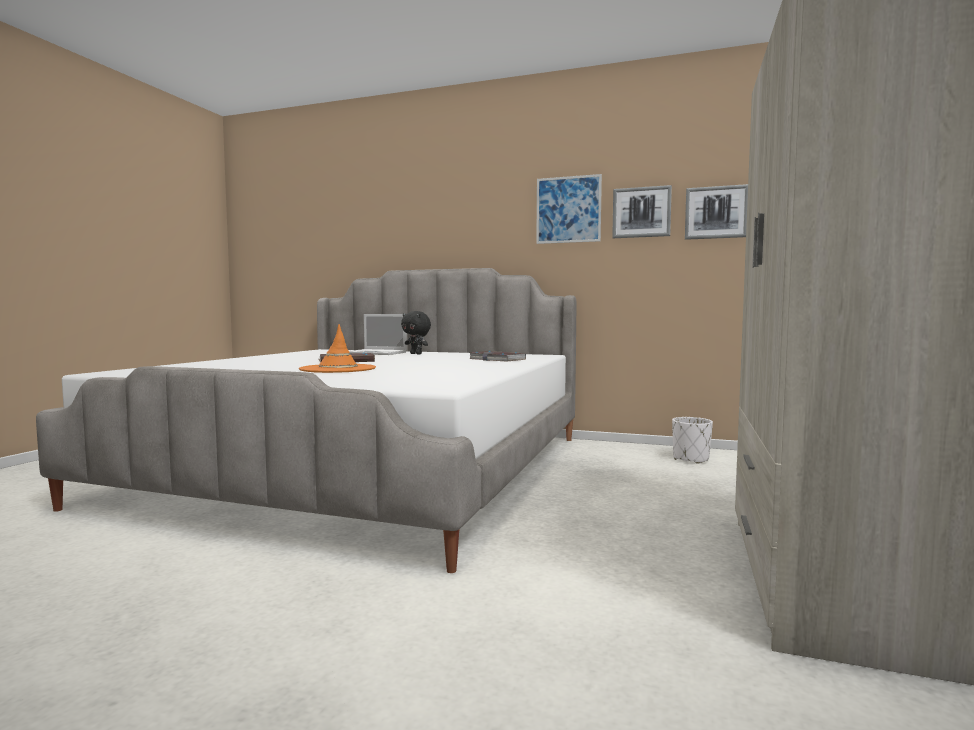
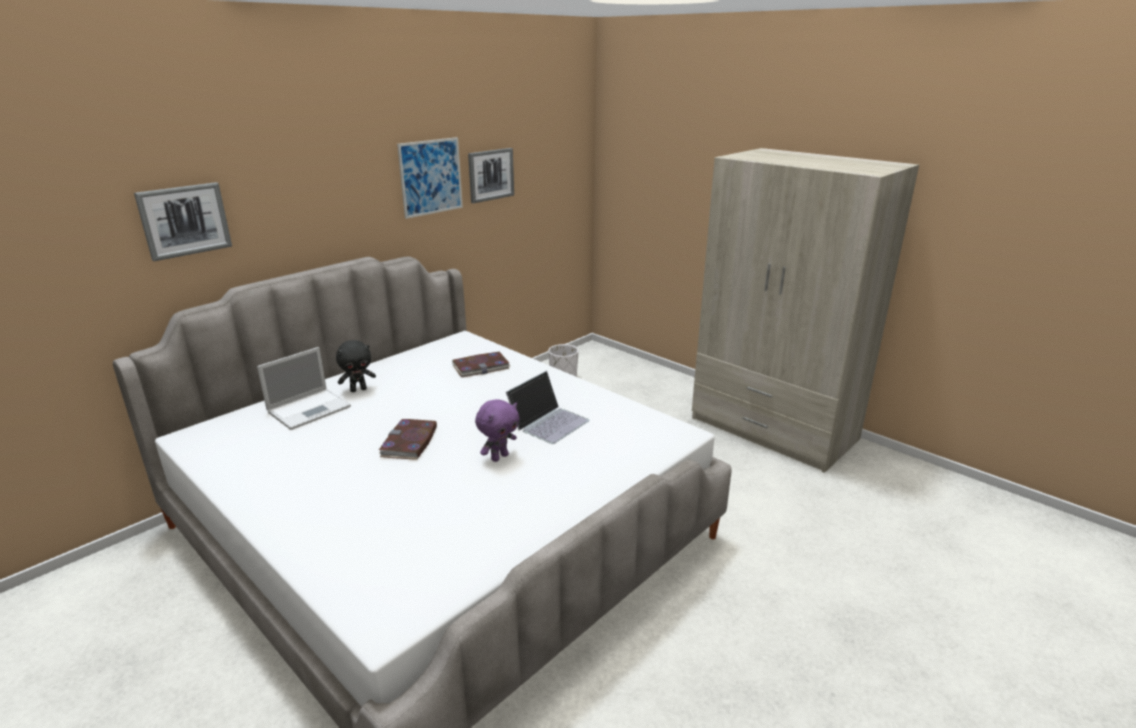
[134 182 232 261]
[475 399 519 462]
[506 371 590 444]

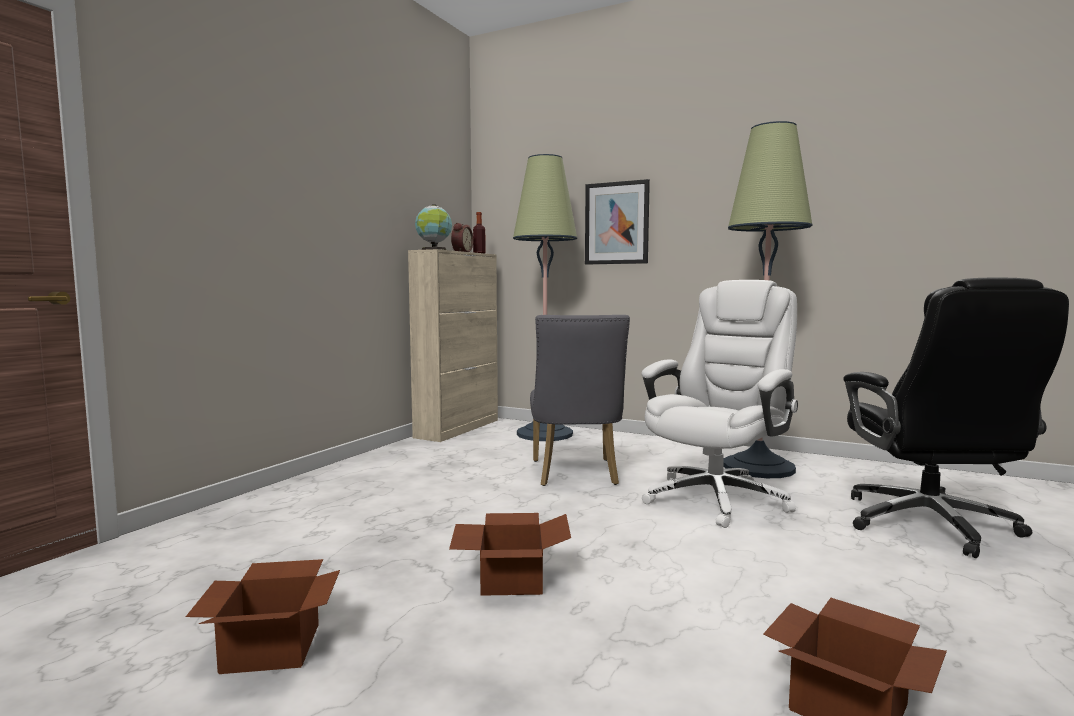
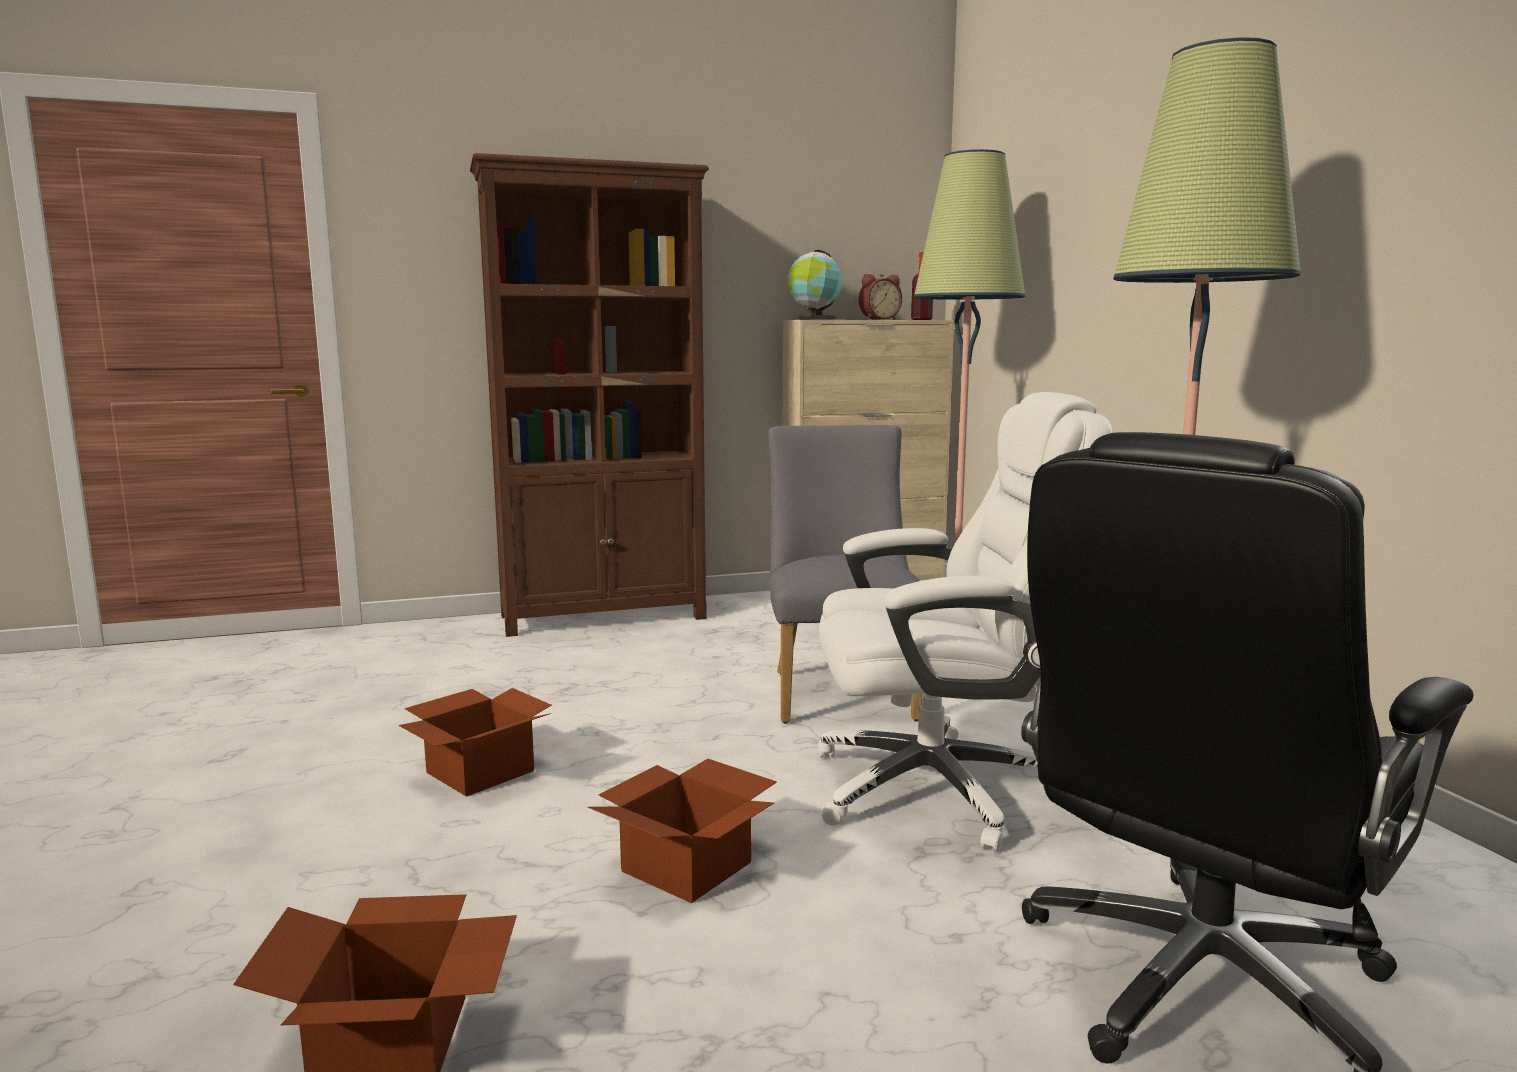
[585 179 650 264] (first image)
[768 425 922 723]
[588 759 777 903]
[470 153 709 637]

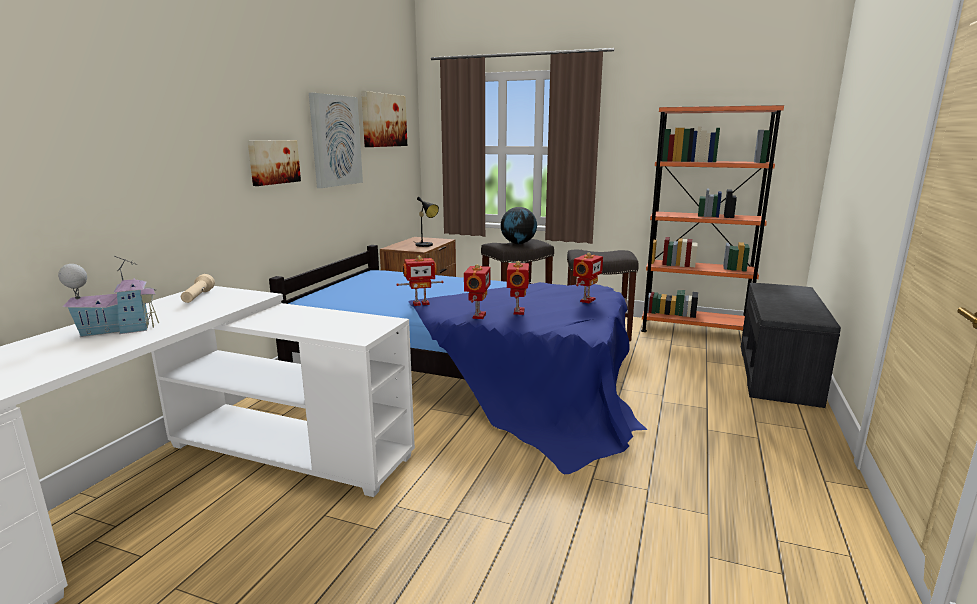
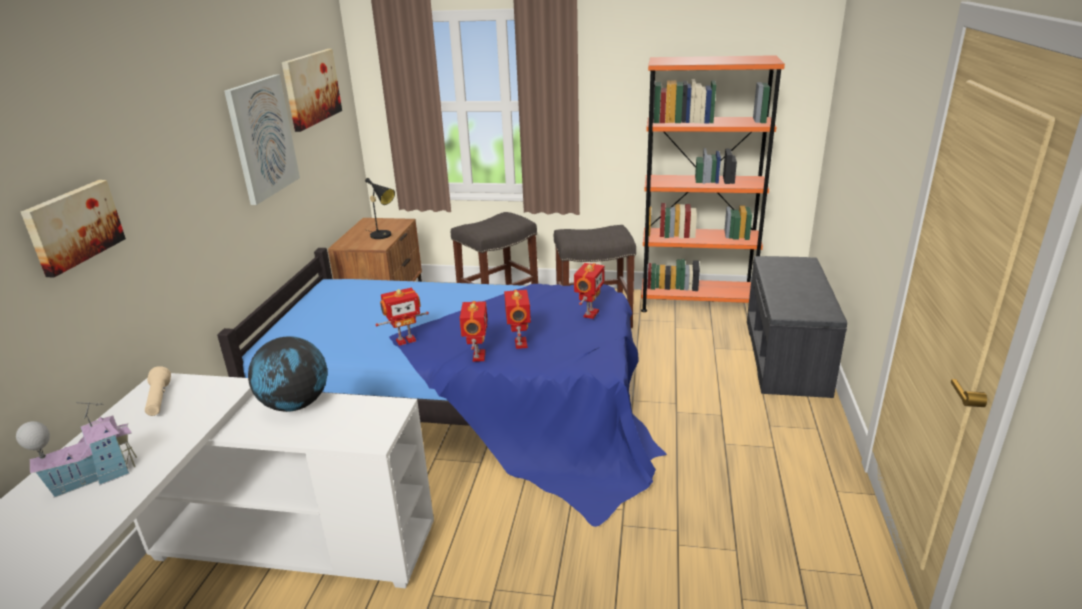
[21 180 126 277]
[248 336 328 412]

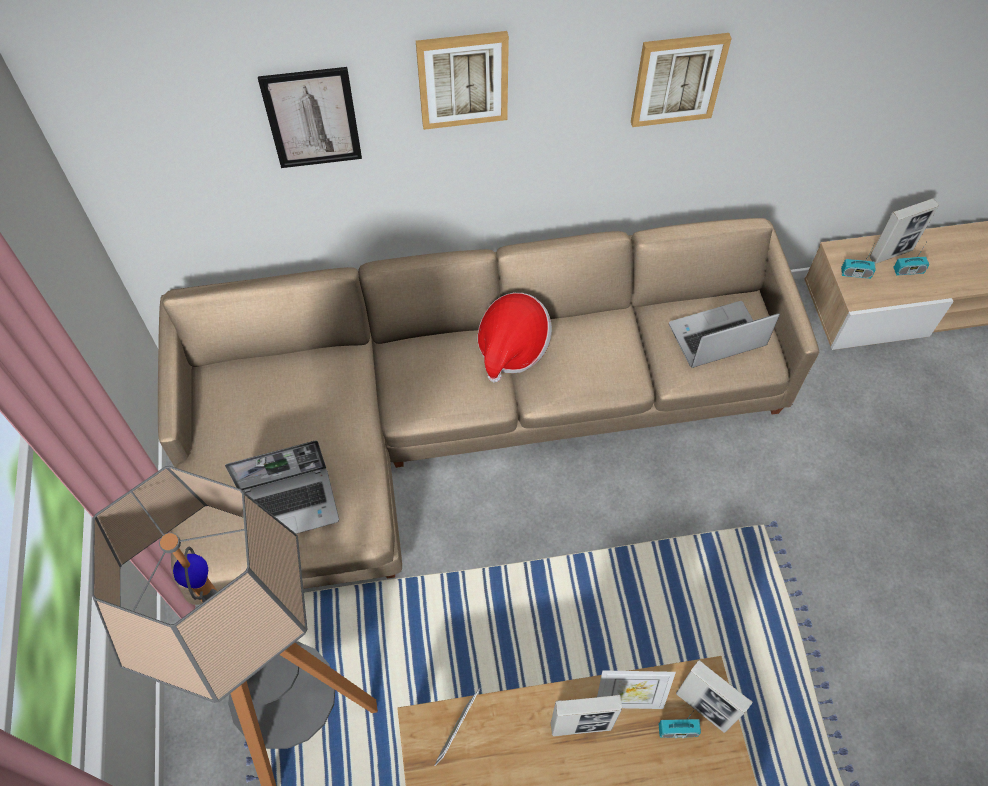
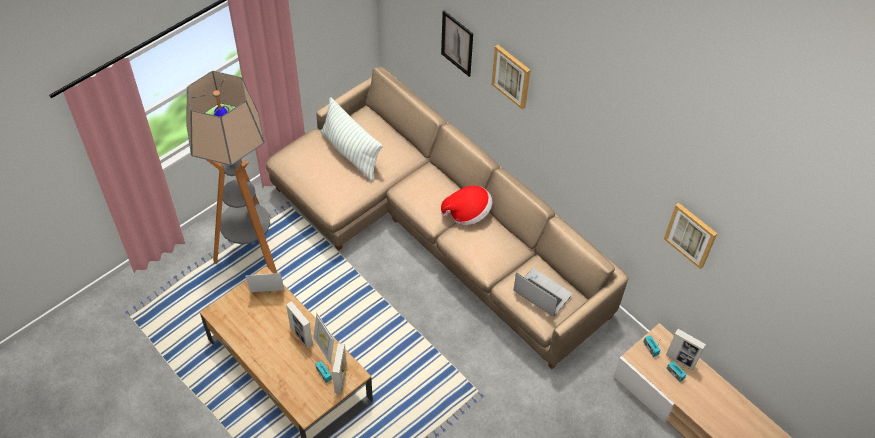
[664 203 717 269]
[225 441 339 534] (first image)
[321 97 383 181]

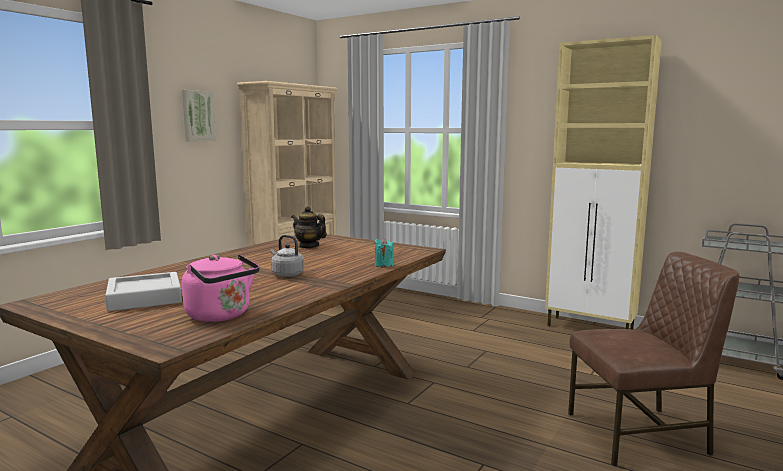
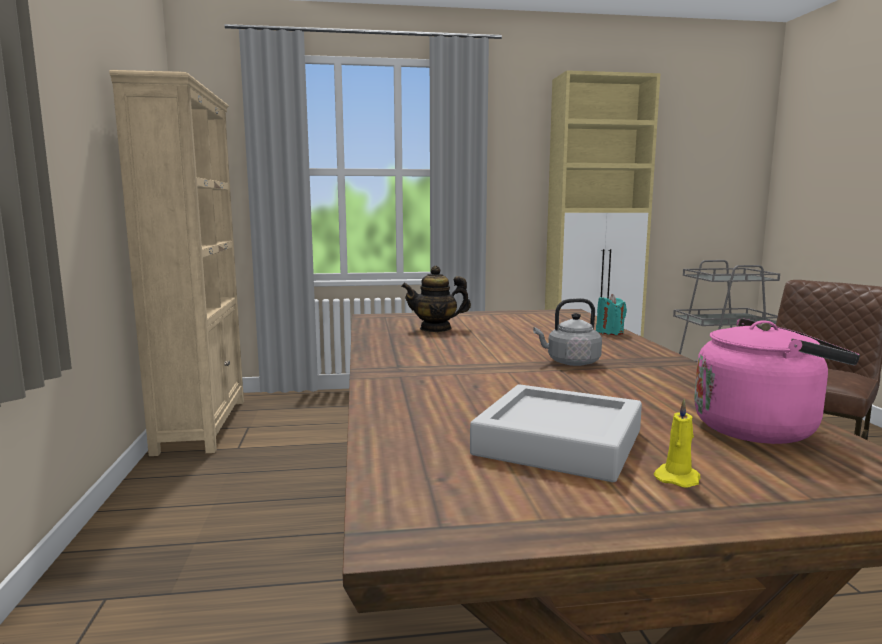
[182 90 216 142] (first image)
[654 399 700 488]

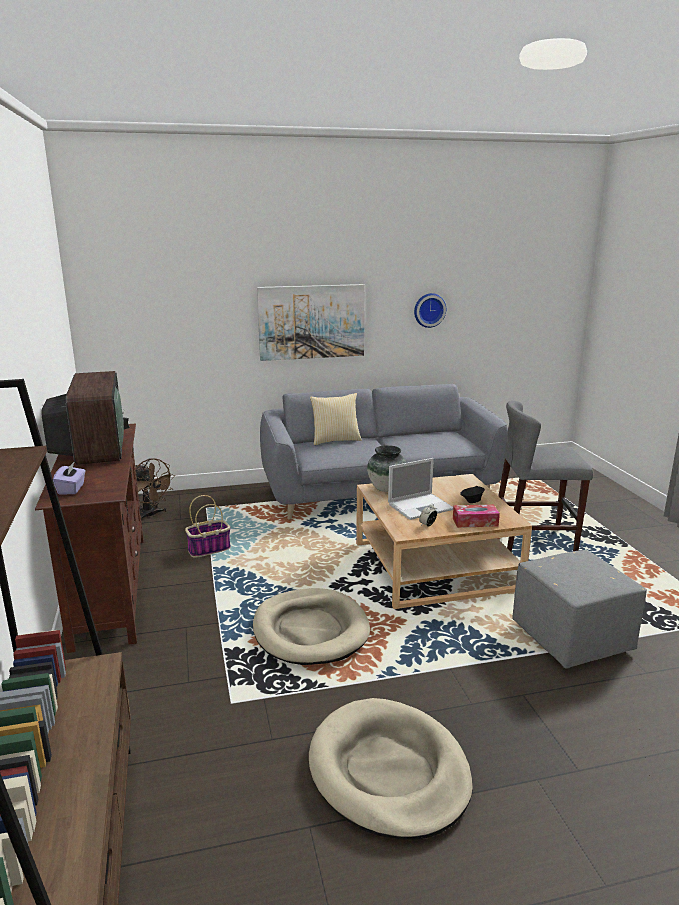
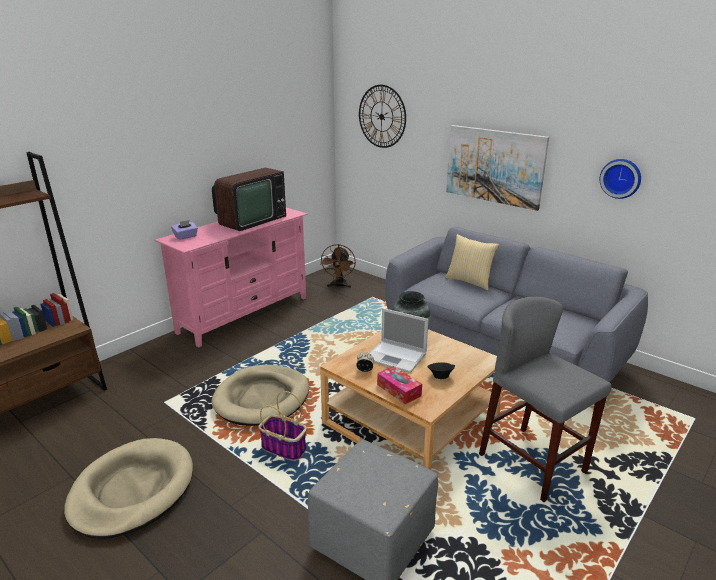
[154 208 307 347]
[258 391 307 461]
[359 85 406 148]

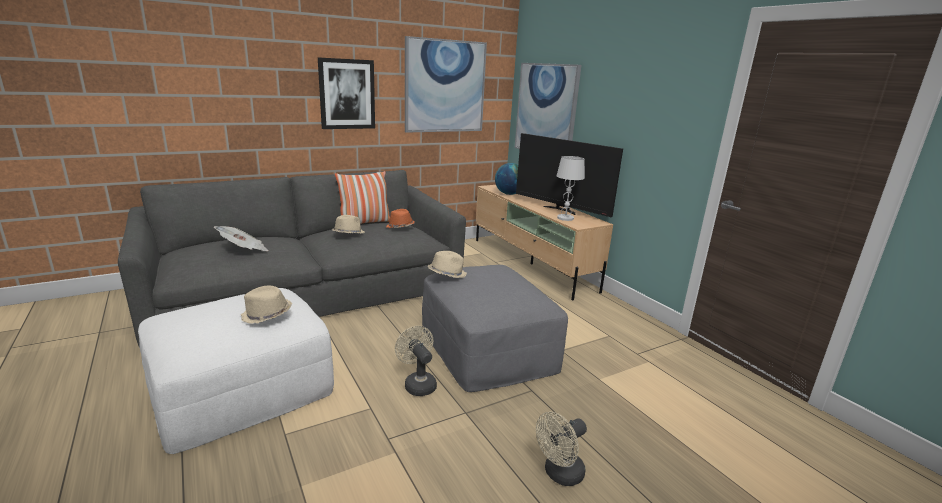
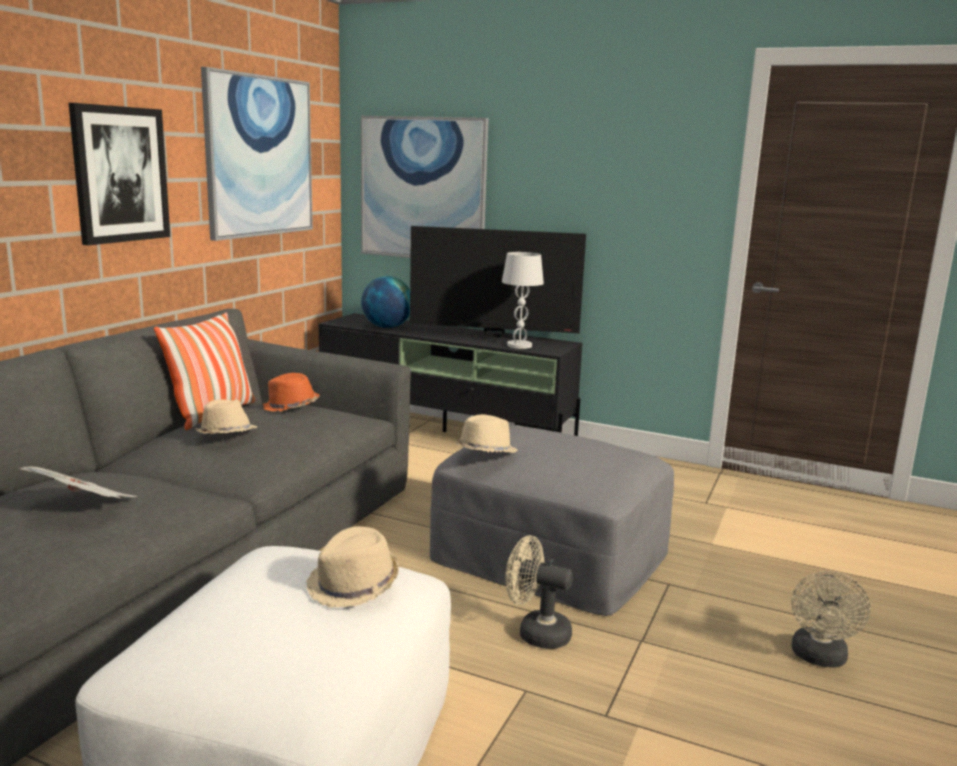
[319 313 582 436]

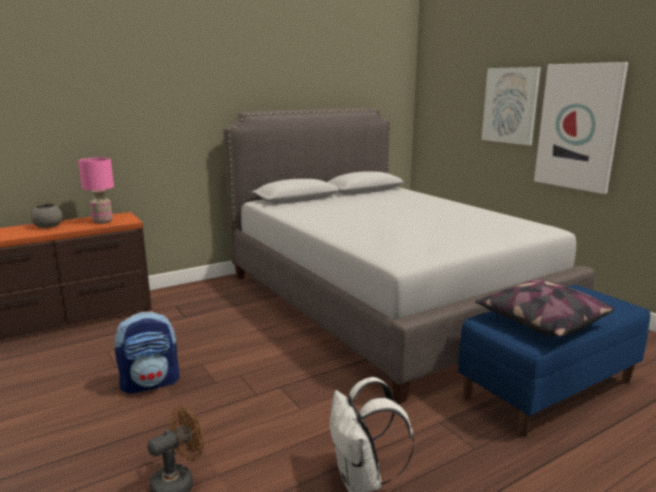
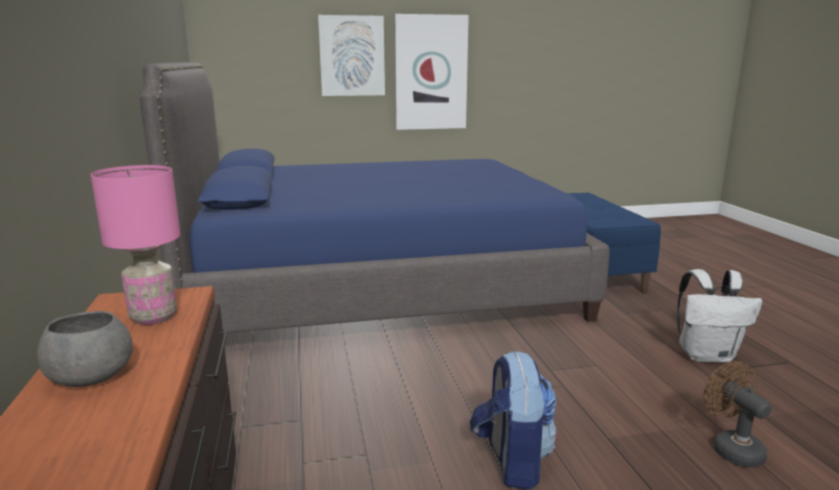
[139 62 609 333]
[475 280 614 337] (first image)

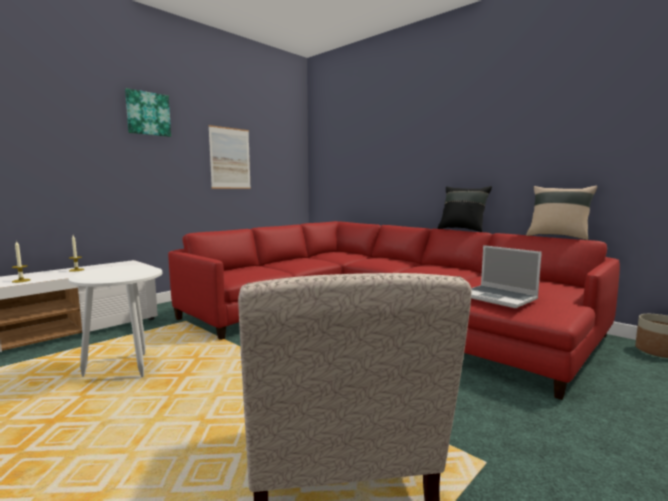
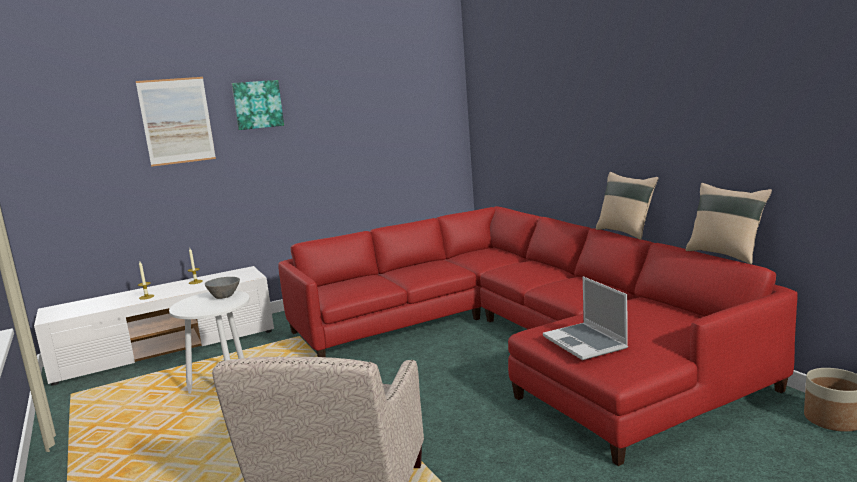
[136 77 216 167]
[596 172 658 240]
[205 277 240 299]

